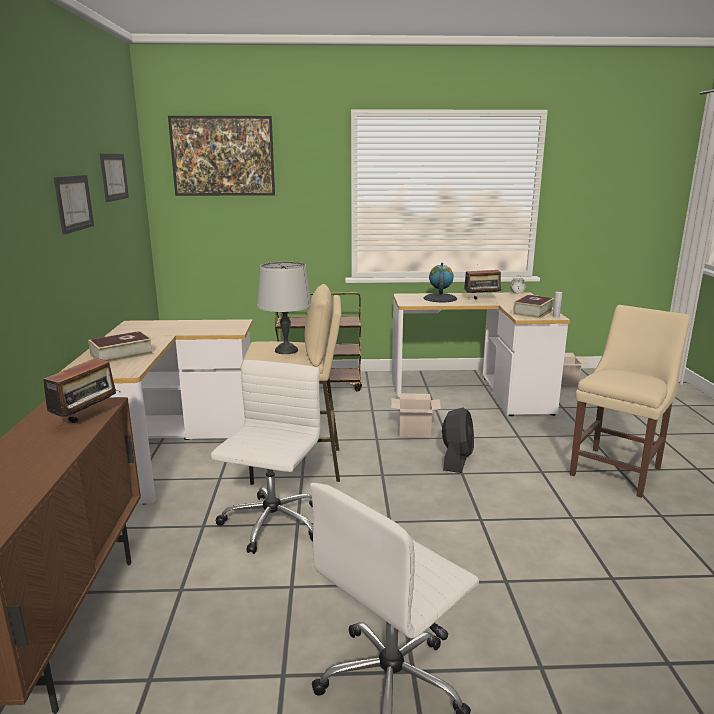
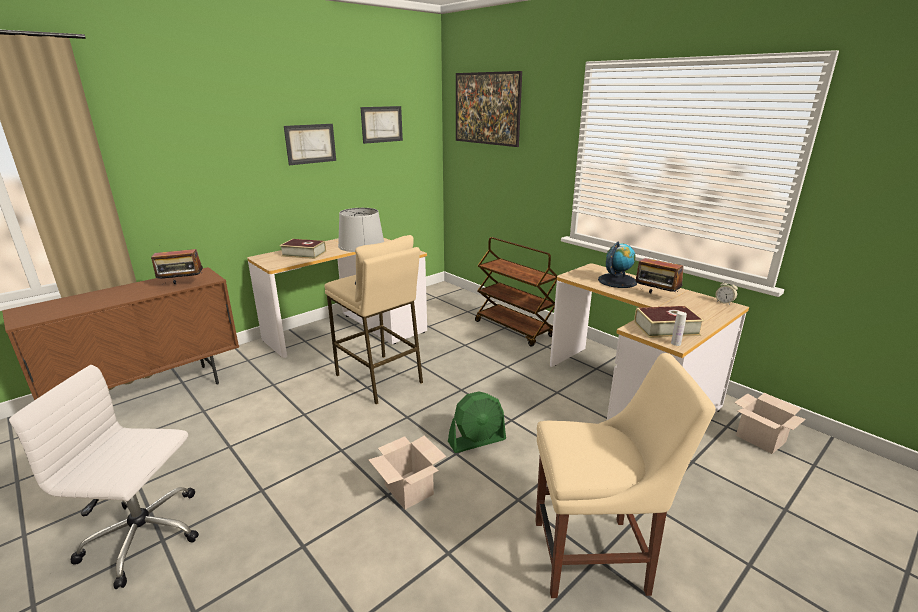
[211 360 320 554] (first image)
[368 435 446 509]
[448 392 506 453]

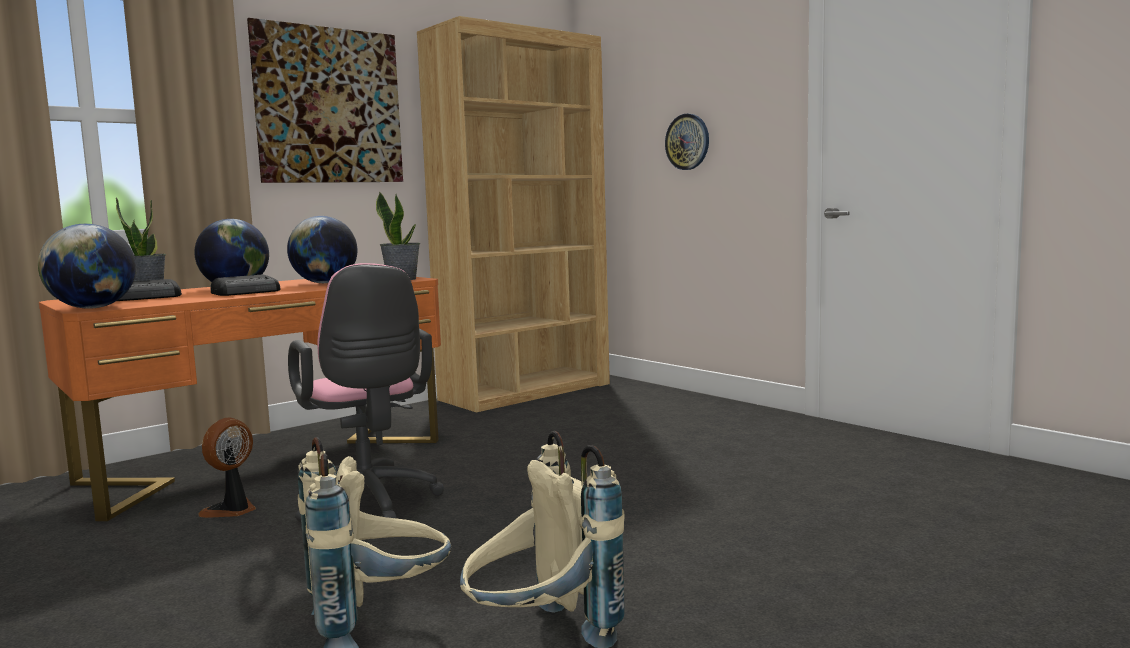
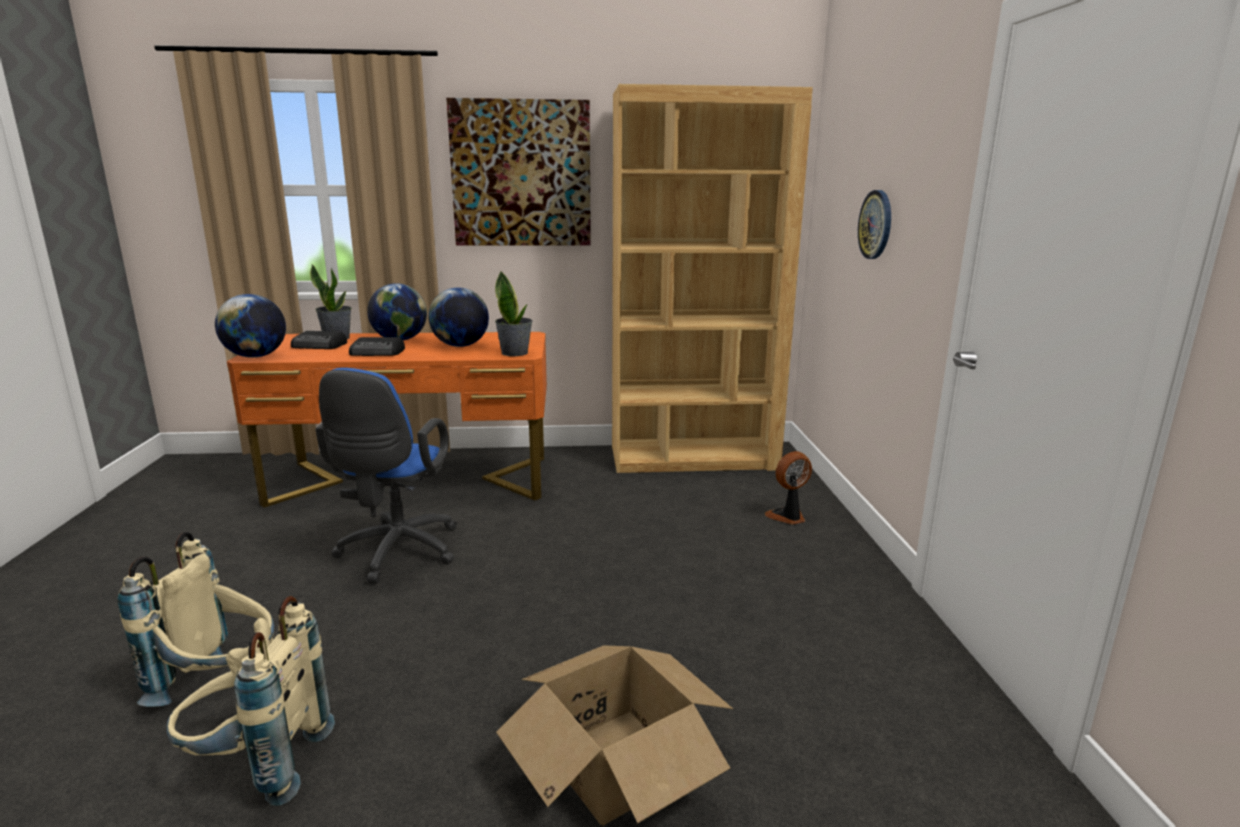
[315 368 457 583]
[765 451 812 524]
[496 645 733 826]

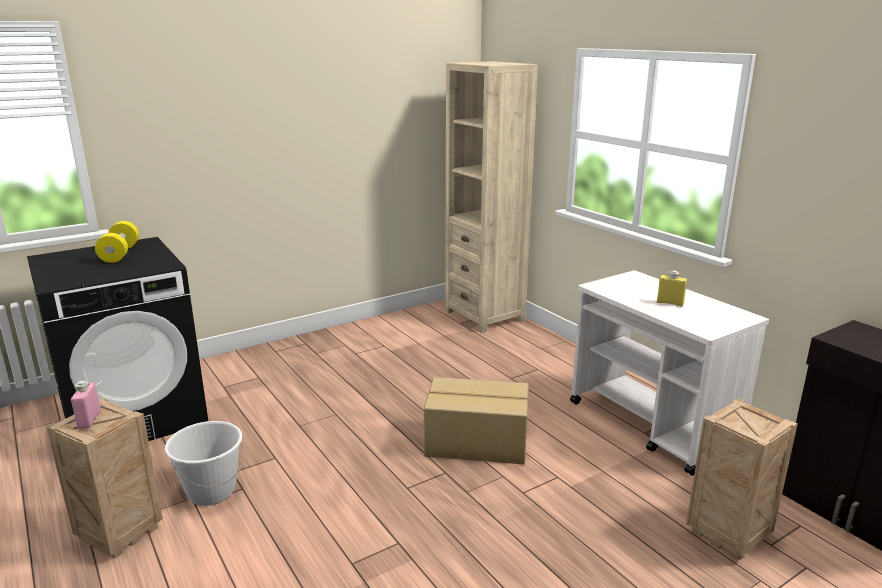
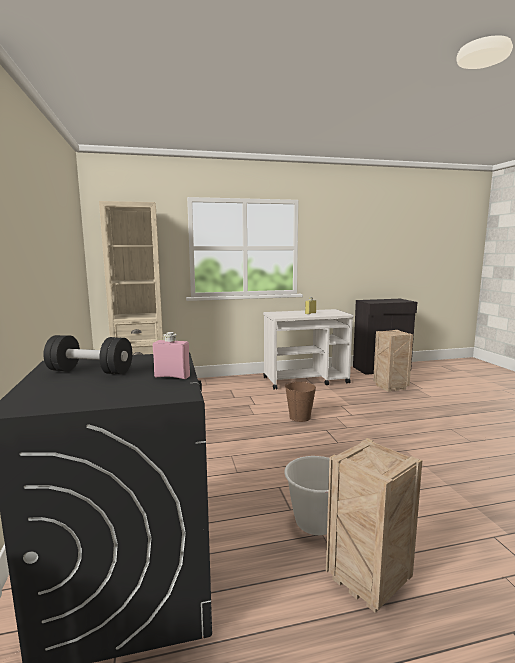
[43 335 132 374]
[285 381 316 422]
[153 332 190 379]

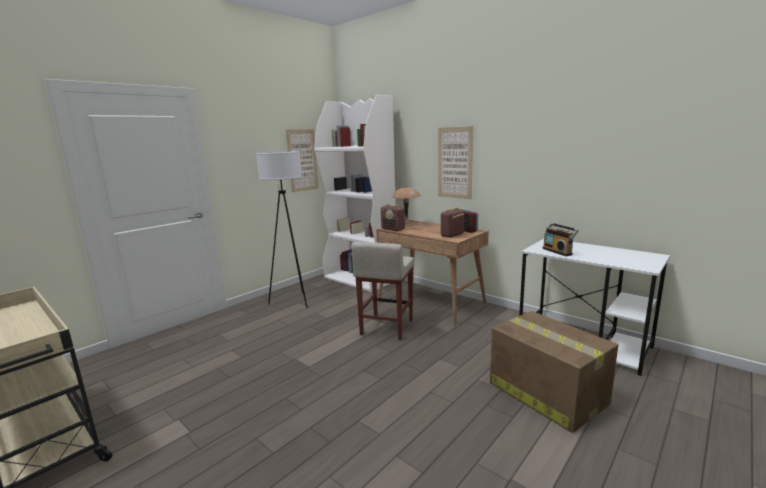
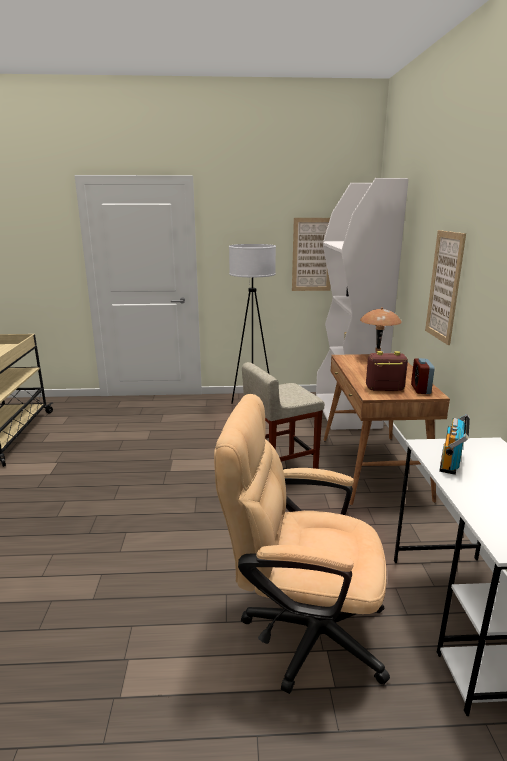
[381 204 405 231] (first image)
[214 394 390 694]

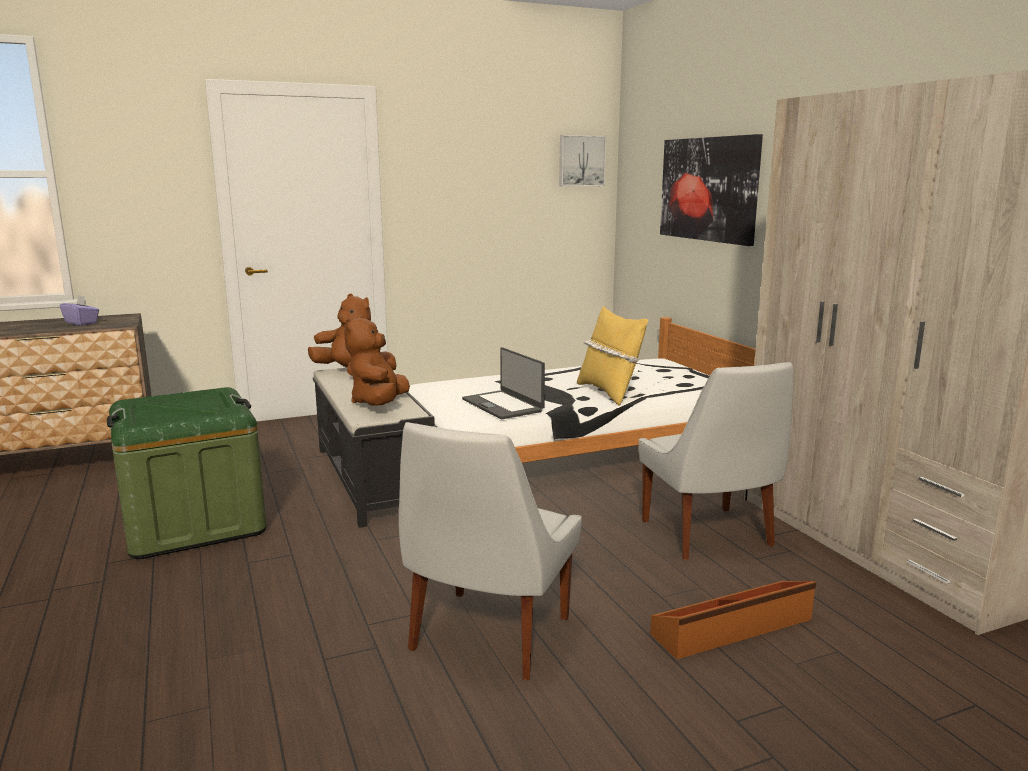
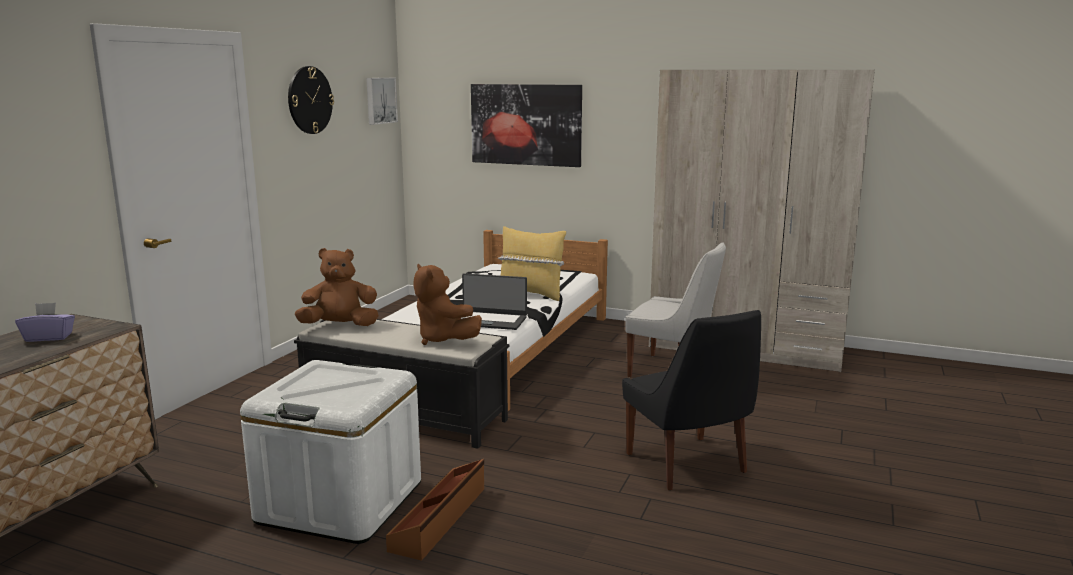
[240 360 421 544]
[622 310 761 490]
[386 459 484 561]
[288 66 334 134]

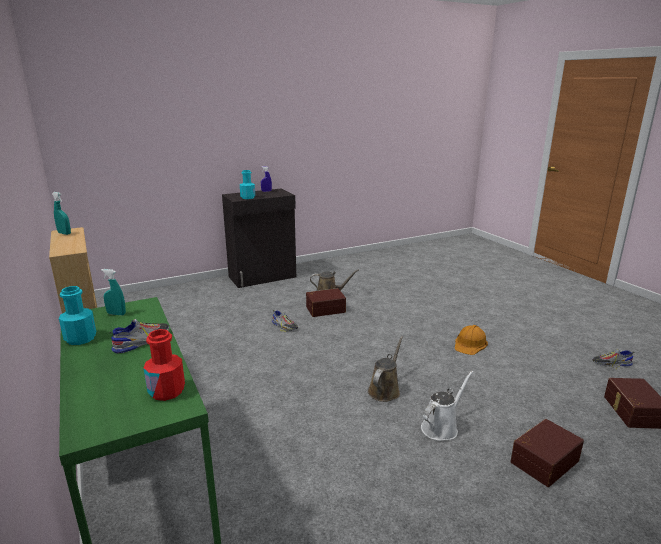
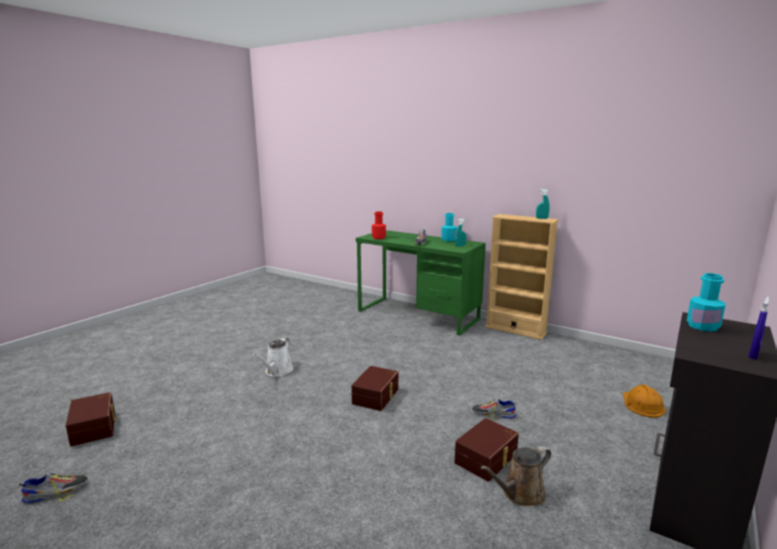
[623 385 666 418]
[368 336 403 402] (first image)
[351 366 398 411]

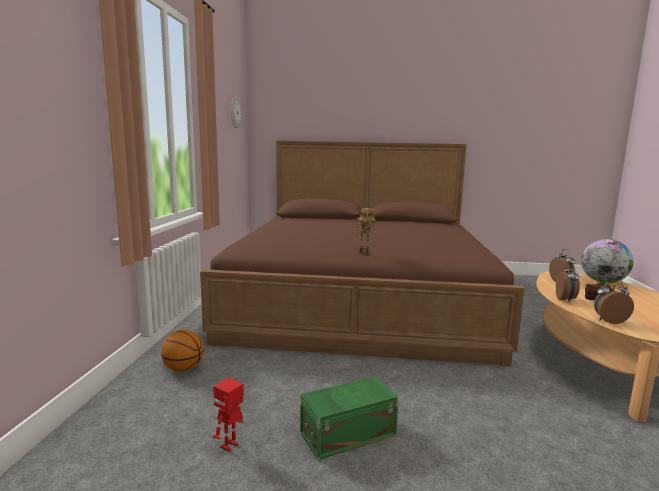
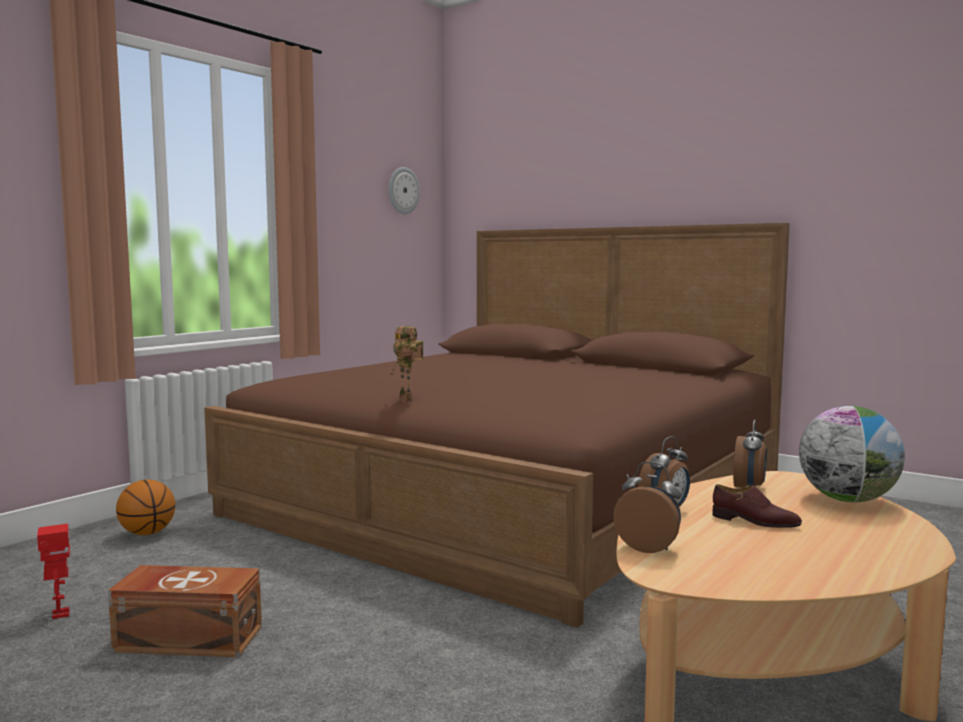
[108 565 262 657]
[37 524 70 619]

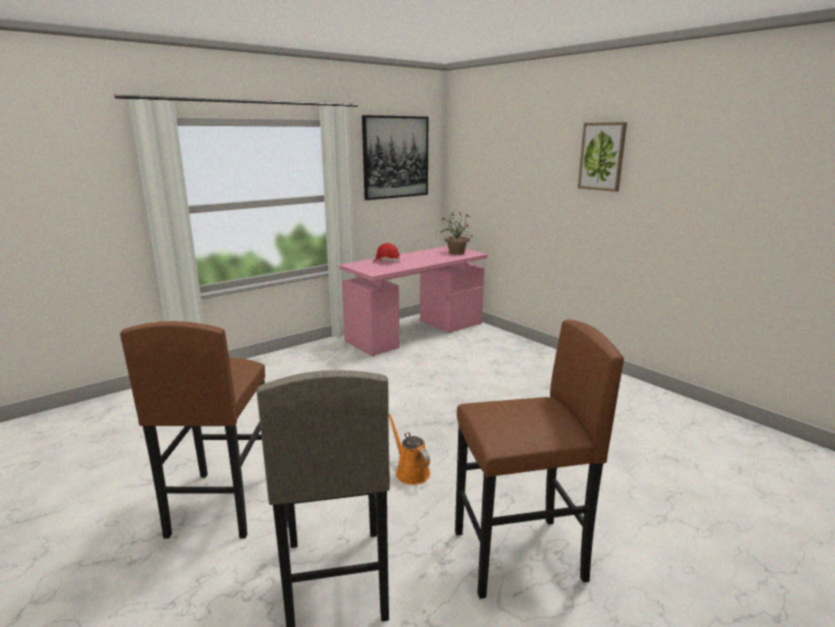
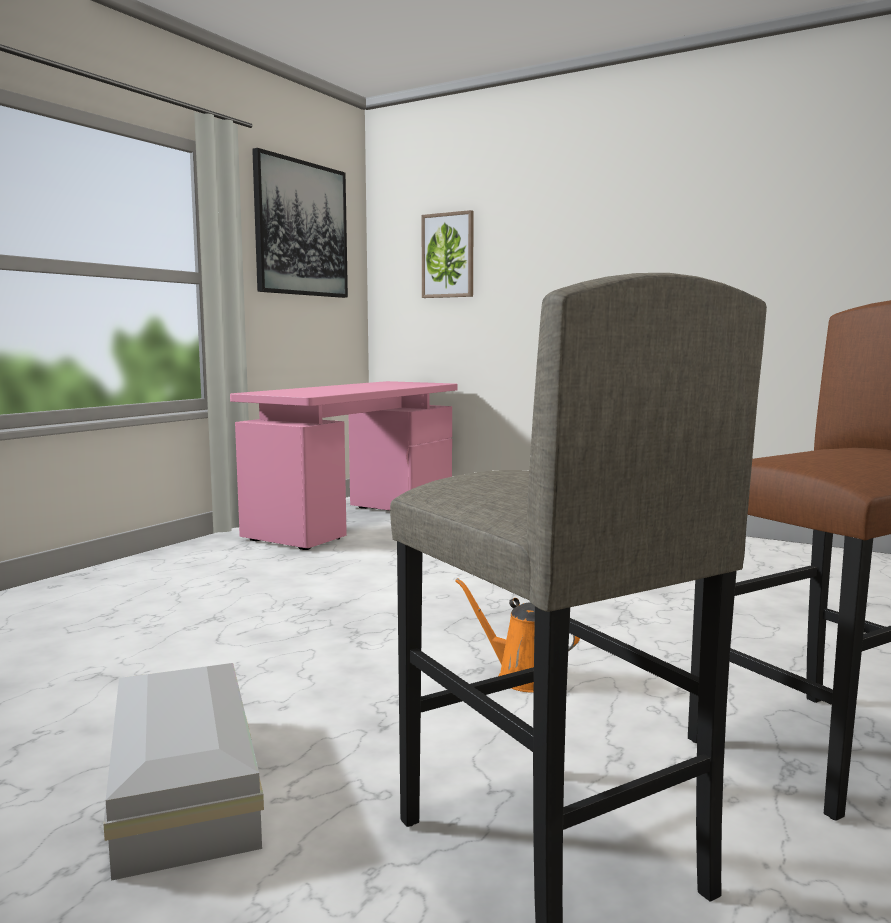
[421 210 474 298]
[440 212 473 254] (first image)
[373 243 400 263] (first image)
[104 663 264 881]

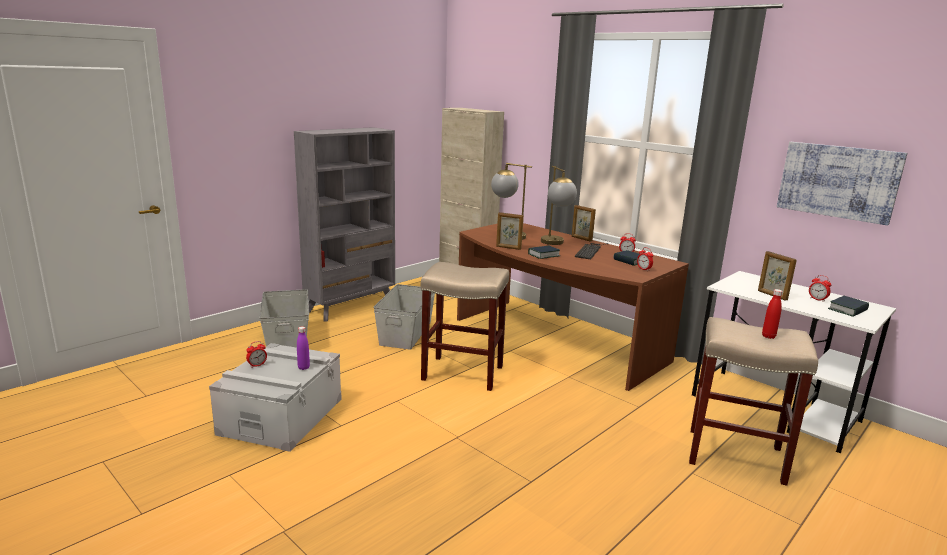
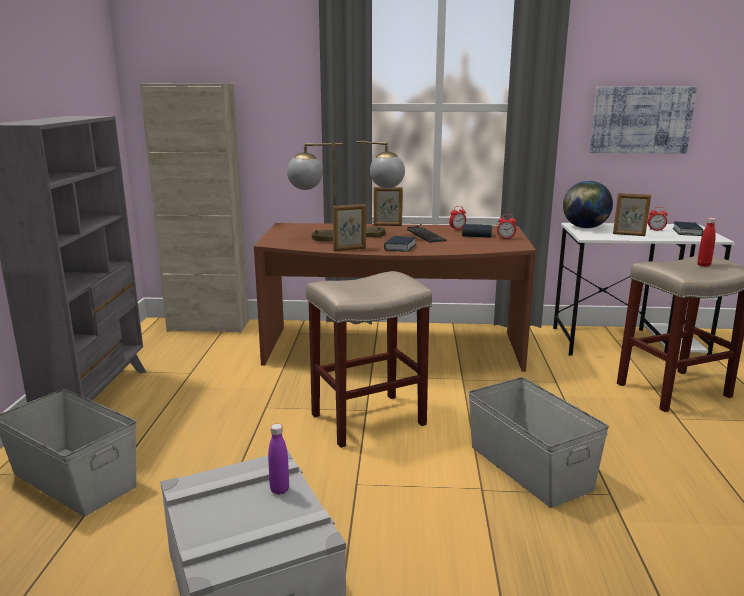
[468 377 609 508]
[246 341 267 368] (first image)
[563 181 613 228]

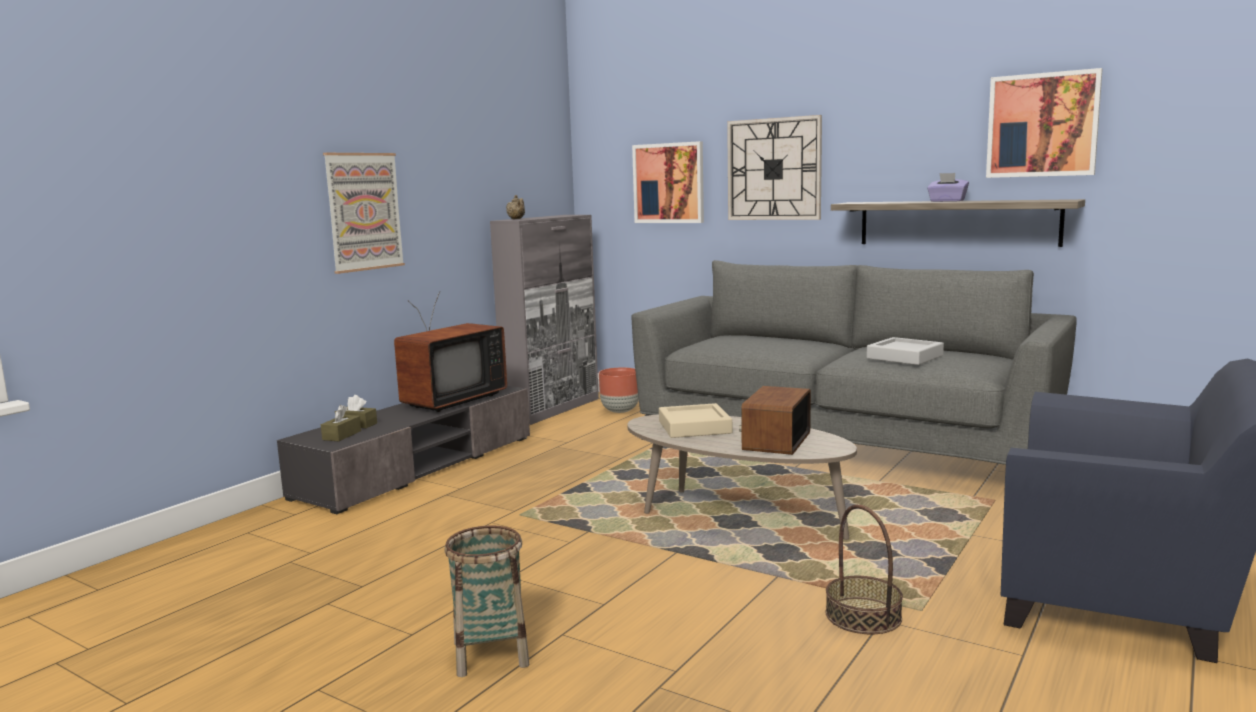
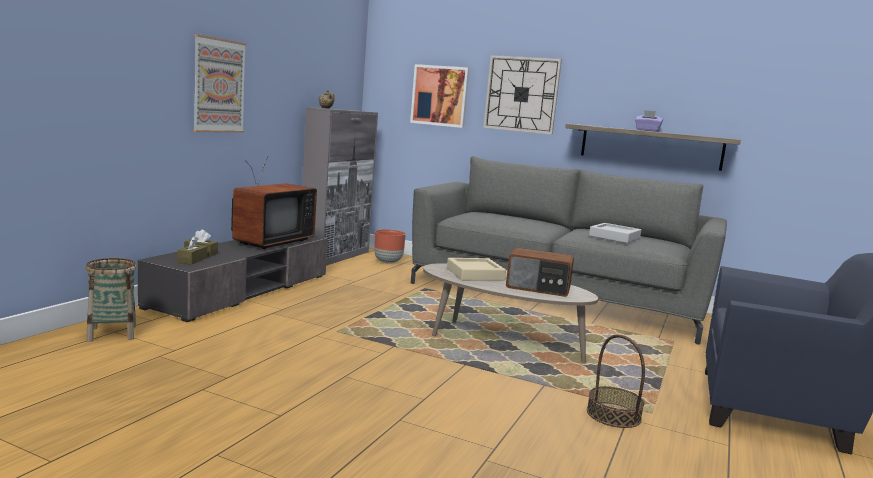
[986 68 1103 178] (first image)
[506 248 574 297]
[86 258 137 342]

